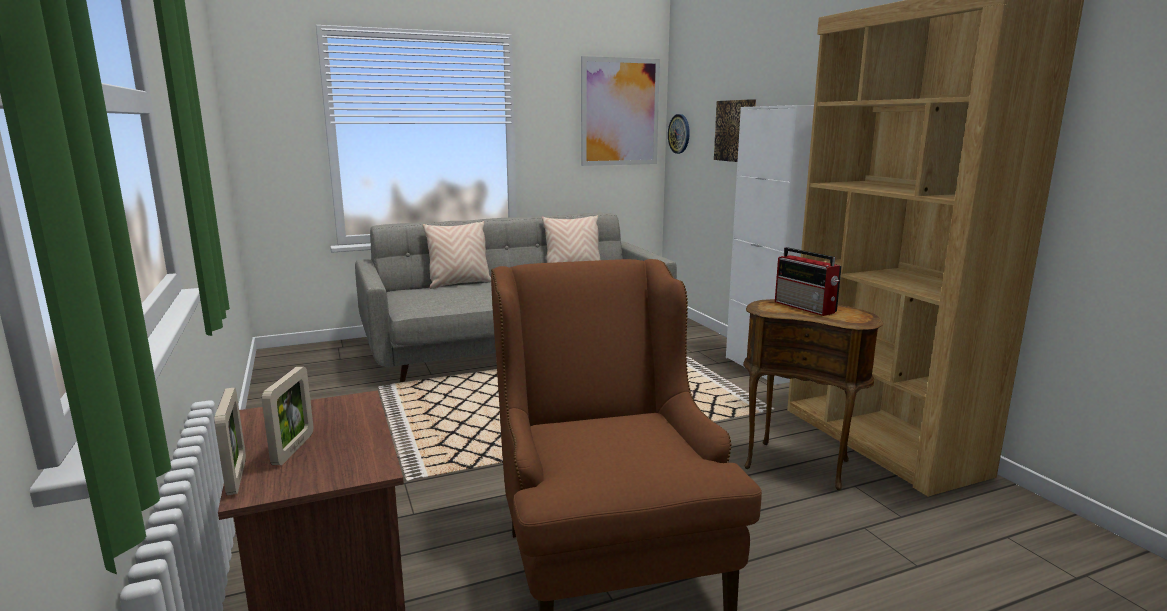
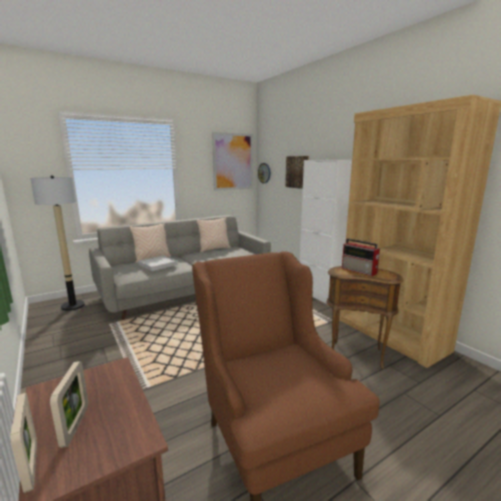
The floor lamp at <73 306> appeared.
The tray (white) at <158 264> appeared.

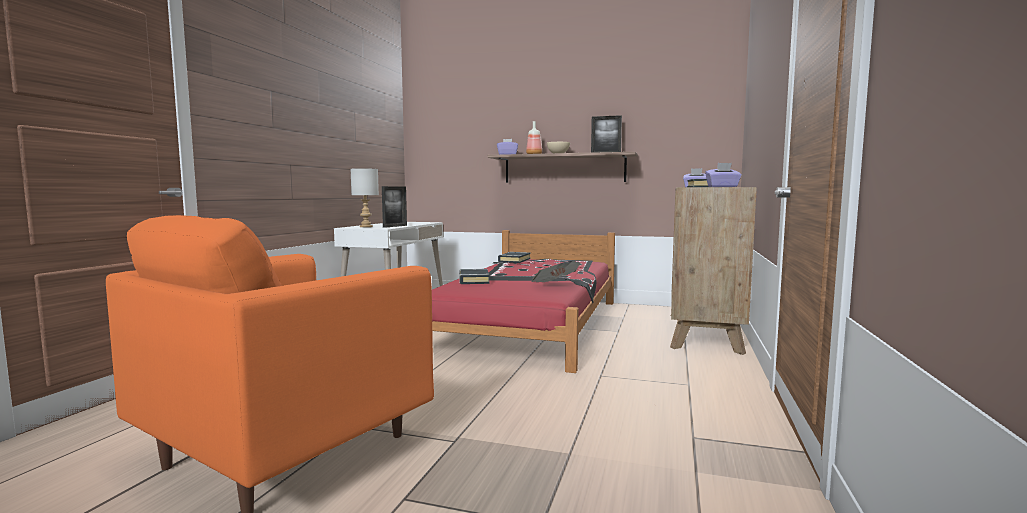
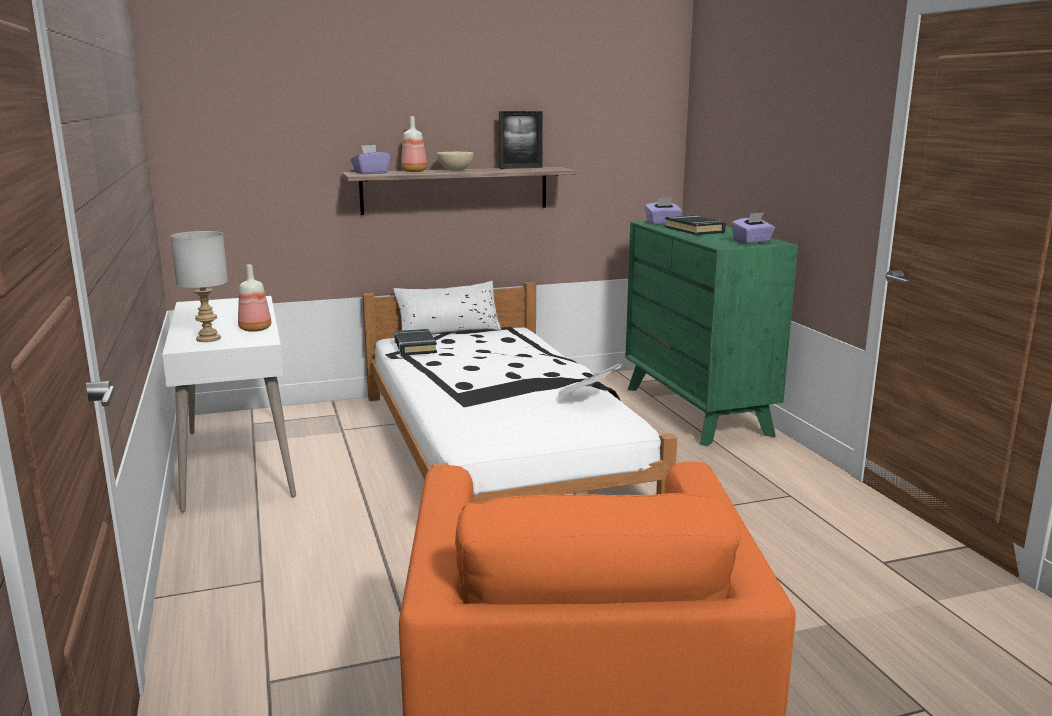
The picture frame at <395 226> was replaced by the bottle at <254 329>.
The bed (red) at <530 324> became the bed (white) at <496 447>.
The book (black) at <473 280> disappeared.
The dresser (brown) at <703 332> became the dresser (green) at <696 410>.
The pillow (white) at <448 331> appeared.

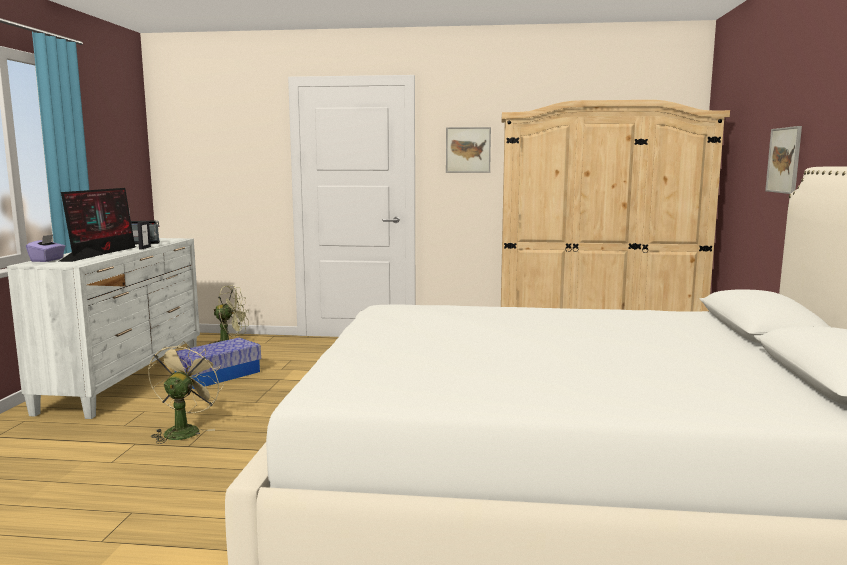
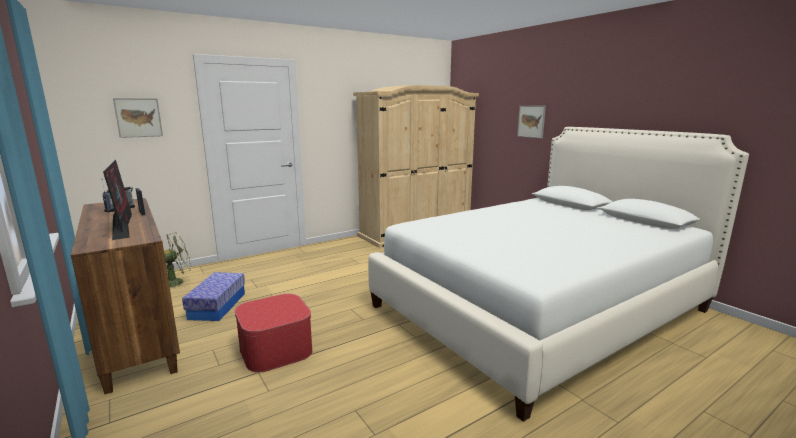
The dresser (white) at <126 379> became the dresser (brown) at <138 334>.
The tissue box (purple) at <47 260> disappeared.
The fan (beige) at <184 430> was replaced by the ottoman at <275 349>.
The picture moved from <468 150> to <138 117>.

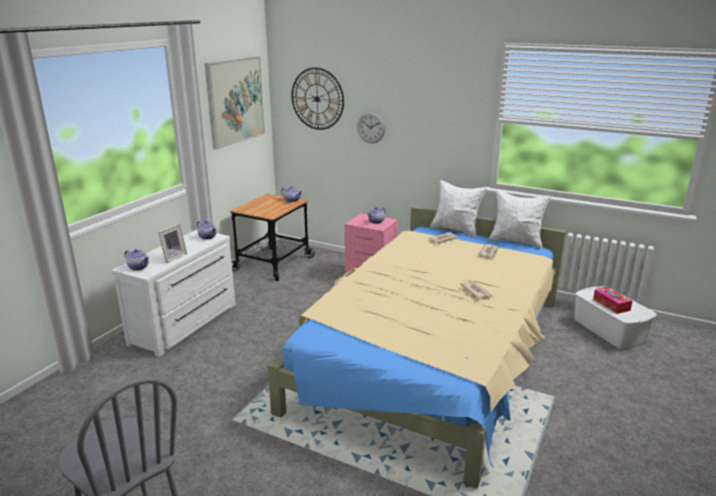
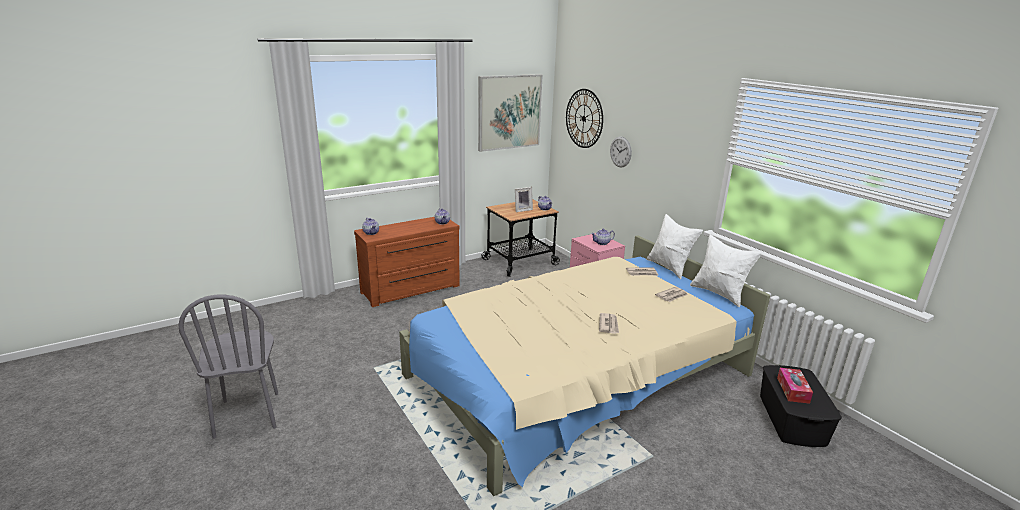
The dresser (white) at <186 324> became the dresser (brown) at <411 290>.
The picture frame moved from <173 257> to <522 210>.
The storage box (white) at <609 330> became the storage box (black) at <791 419>.

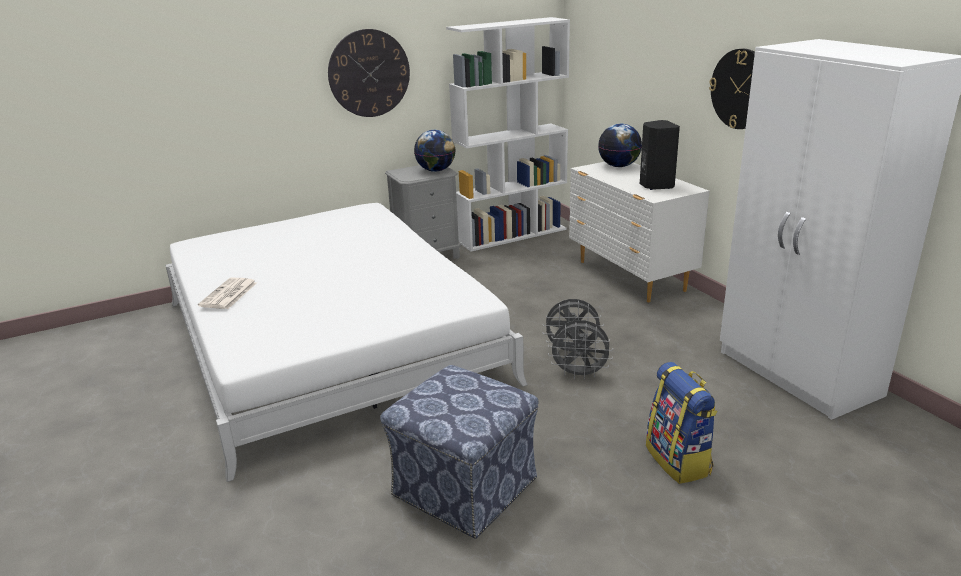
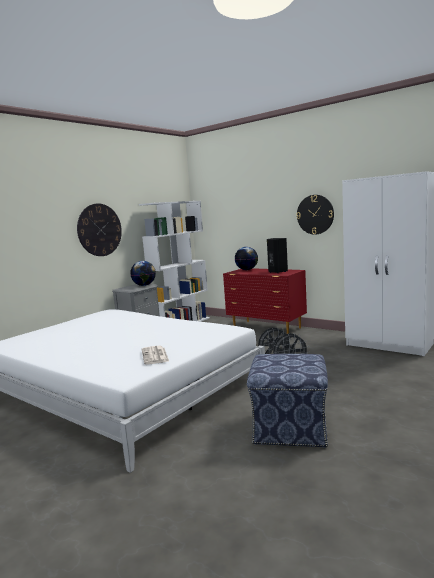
The newspaper moved from <228 295> to <155 356>.
The dresser (white) at <630 276> became the dresser (red) at <266 328>.
The backpack at <679 460> disappeared.

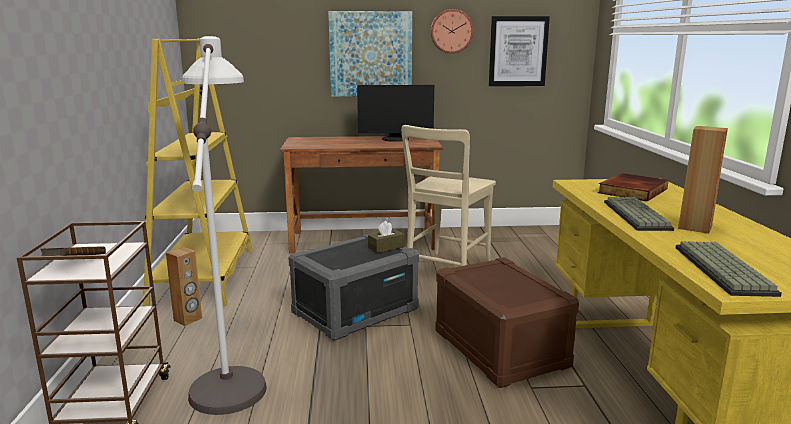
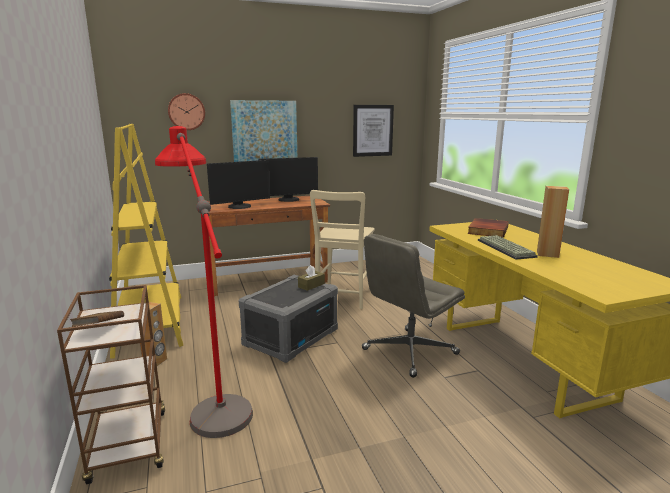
The floor lamp (white) at <231 363> became the floor lamp (red) at <212 393>.
The wall clock moved from <451 31> to <186 112>.
The storage box (brown) at <499 349> was replaced by the office chair (grey) at <409 352>.
The keyboard at <725 270> disappeared.
The monitor at <240 207> appeared.

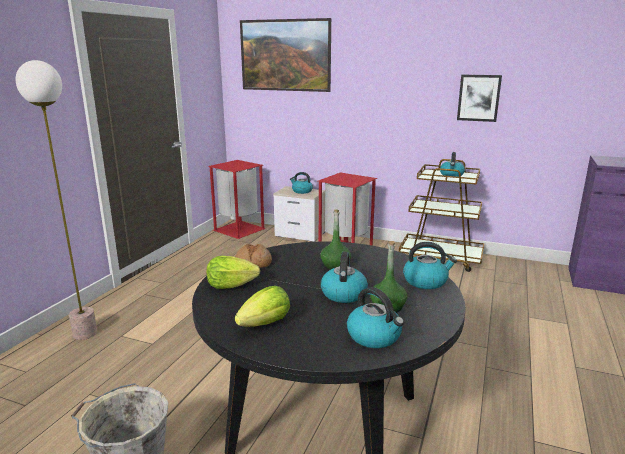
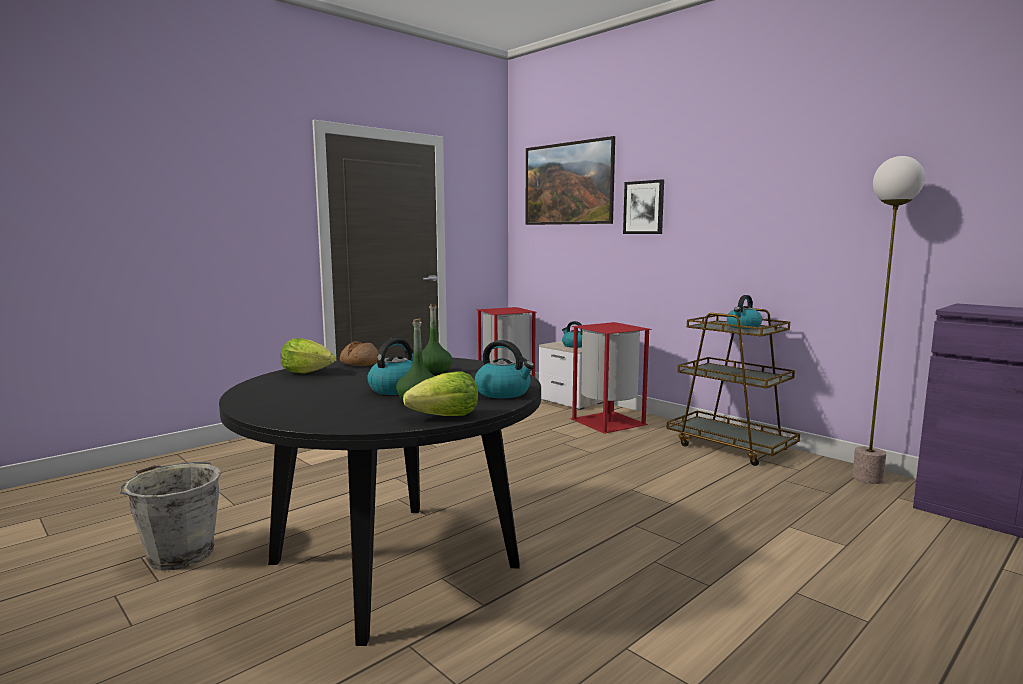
The floor lamp moved from <85 333> to <868 478>.
The lettuce moved from <265 324> to <446 417>.
The kettle at <375 336> disappeared.
The picture moved from <478 98> to <644 207>.

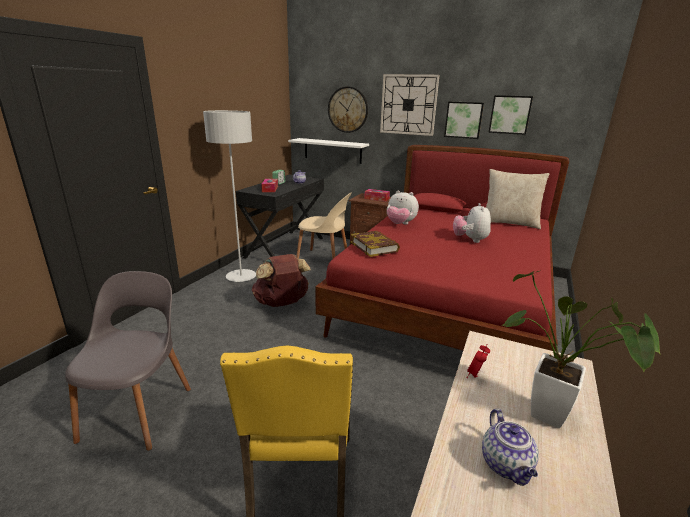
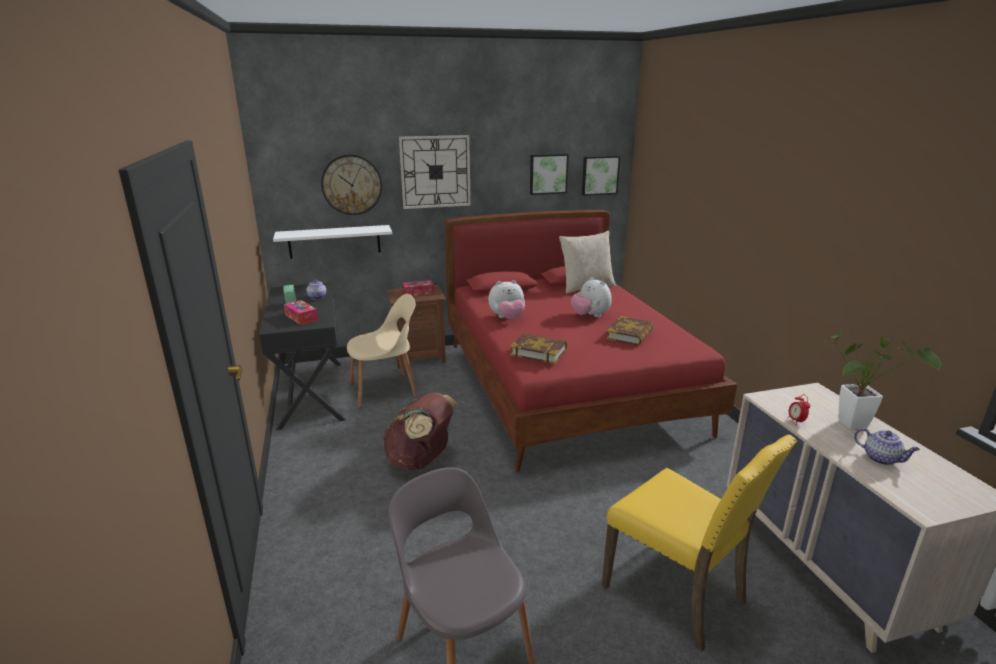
The floor lamp (grey) at <241 277> disappeared.
The picture moved from <463 120> to <599 175>.
The book at <630 335> appeared.

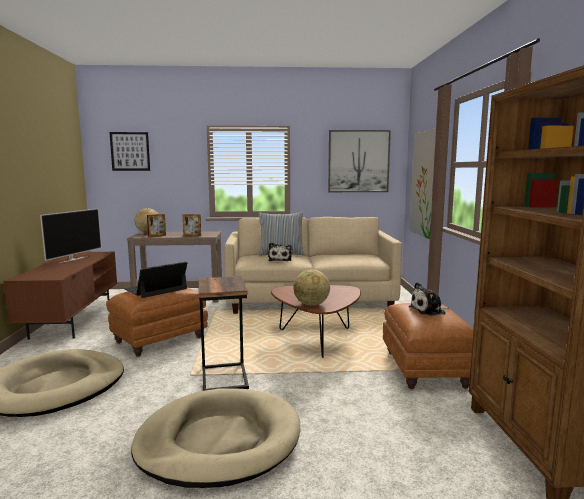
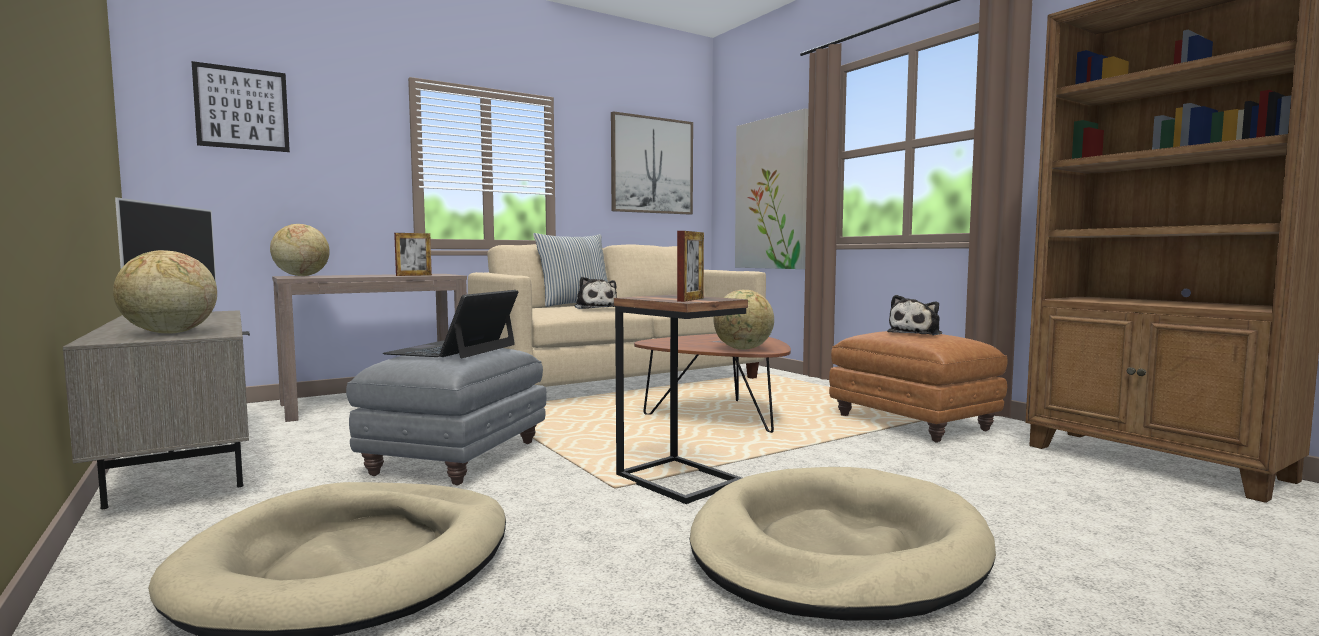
The tv stand (brown) at <72 321> became the tv stand (grey) at <181 464>.
The ottoman (brown) at <159 340> became the ottoman (grey) at <457 459>.
The picture frame moved from <157 236> to <690 299>.
The globe at <169 333> appeared.

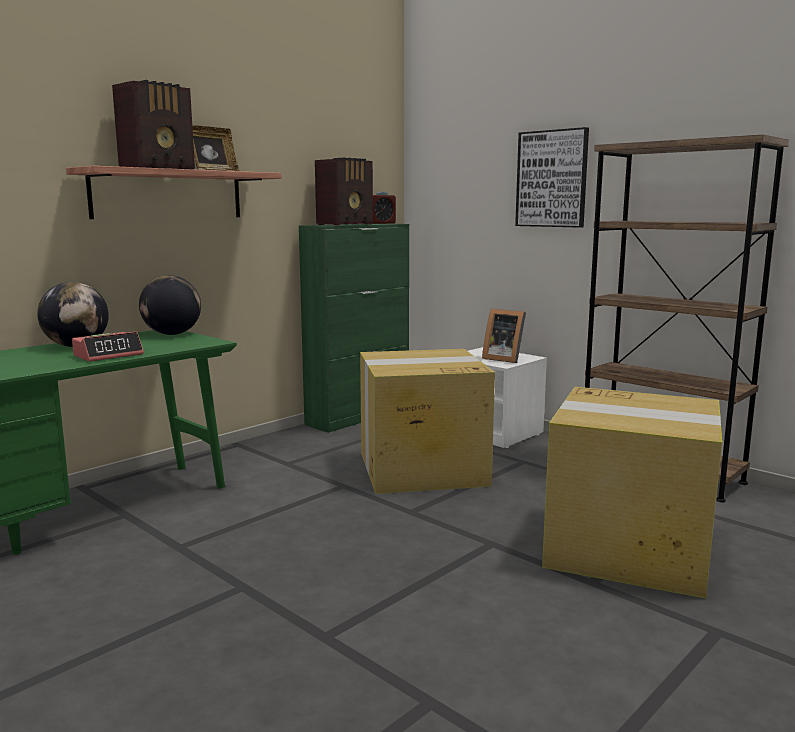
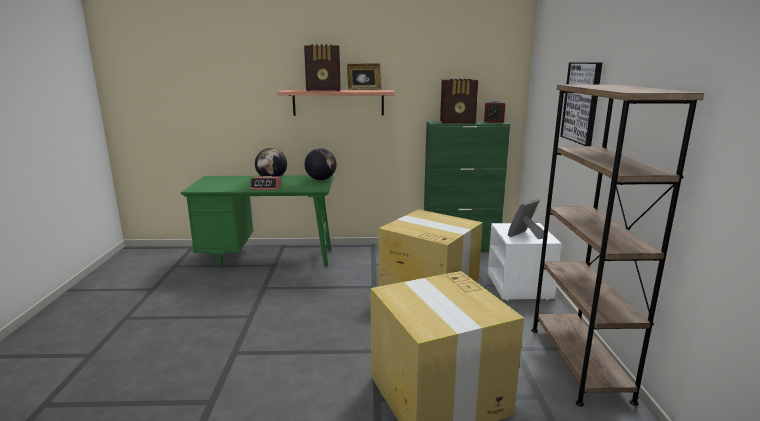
The picture frame at <503 359> turned 60 degrees clockwise.

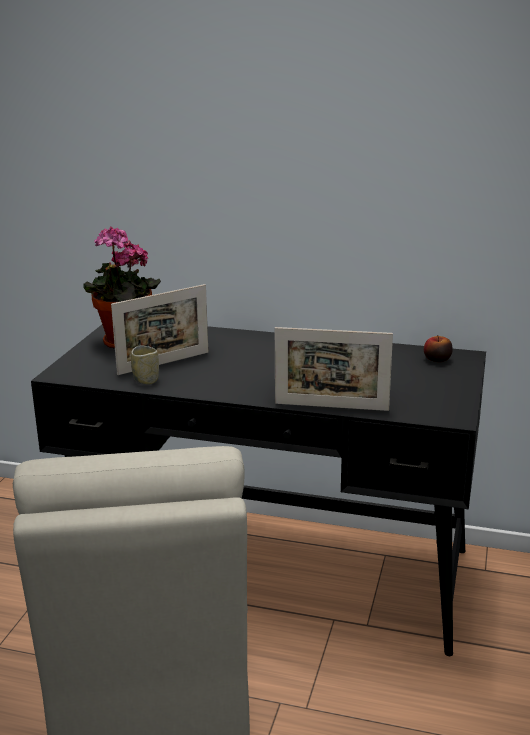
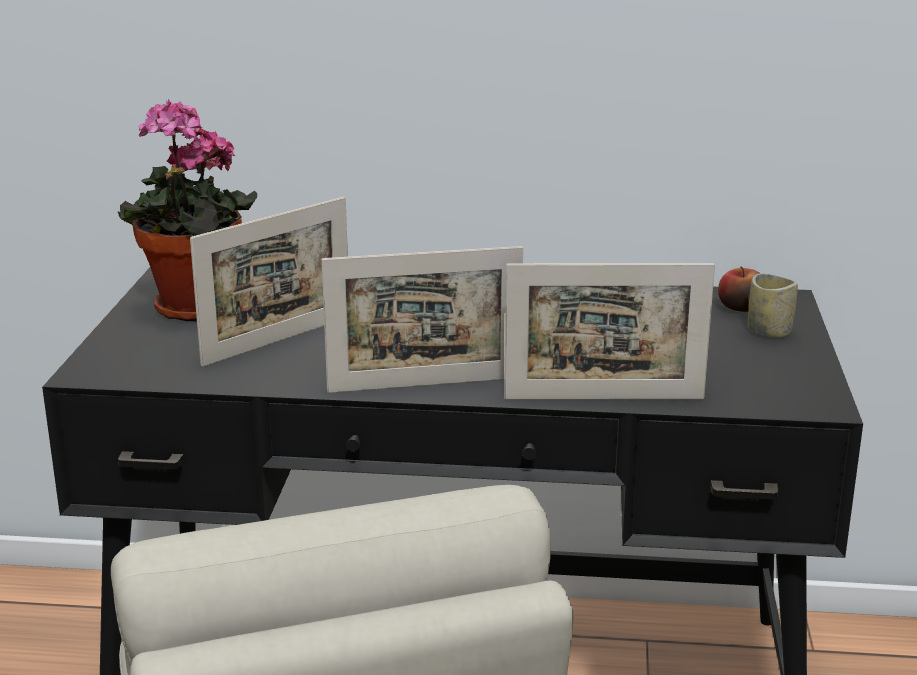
The cup moved from <146 380> to <769 331>.
The picture frame at <425 385> appeared.

